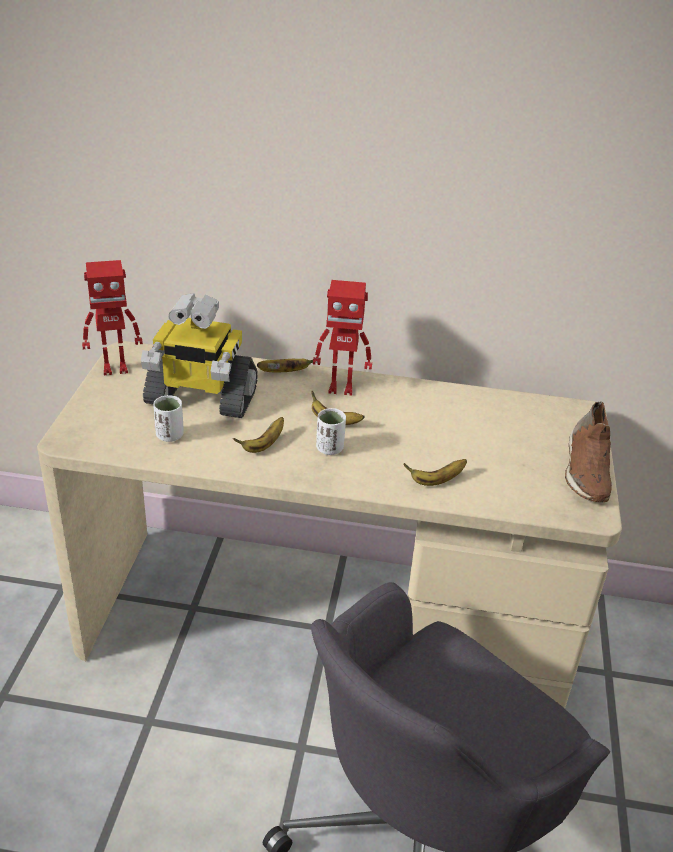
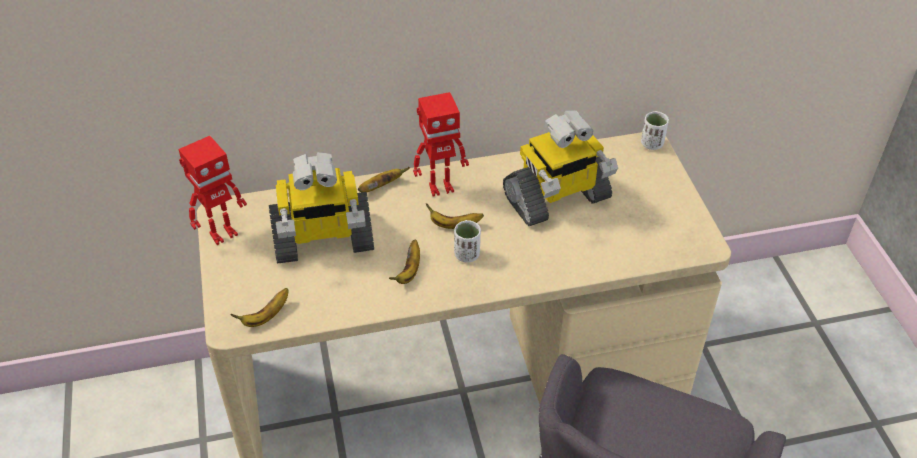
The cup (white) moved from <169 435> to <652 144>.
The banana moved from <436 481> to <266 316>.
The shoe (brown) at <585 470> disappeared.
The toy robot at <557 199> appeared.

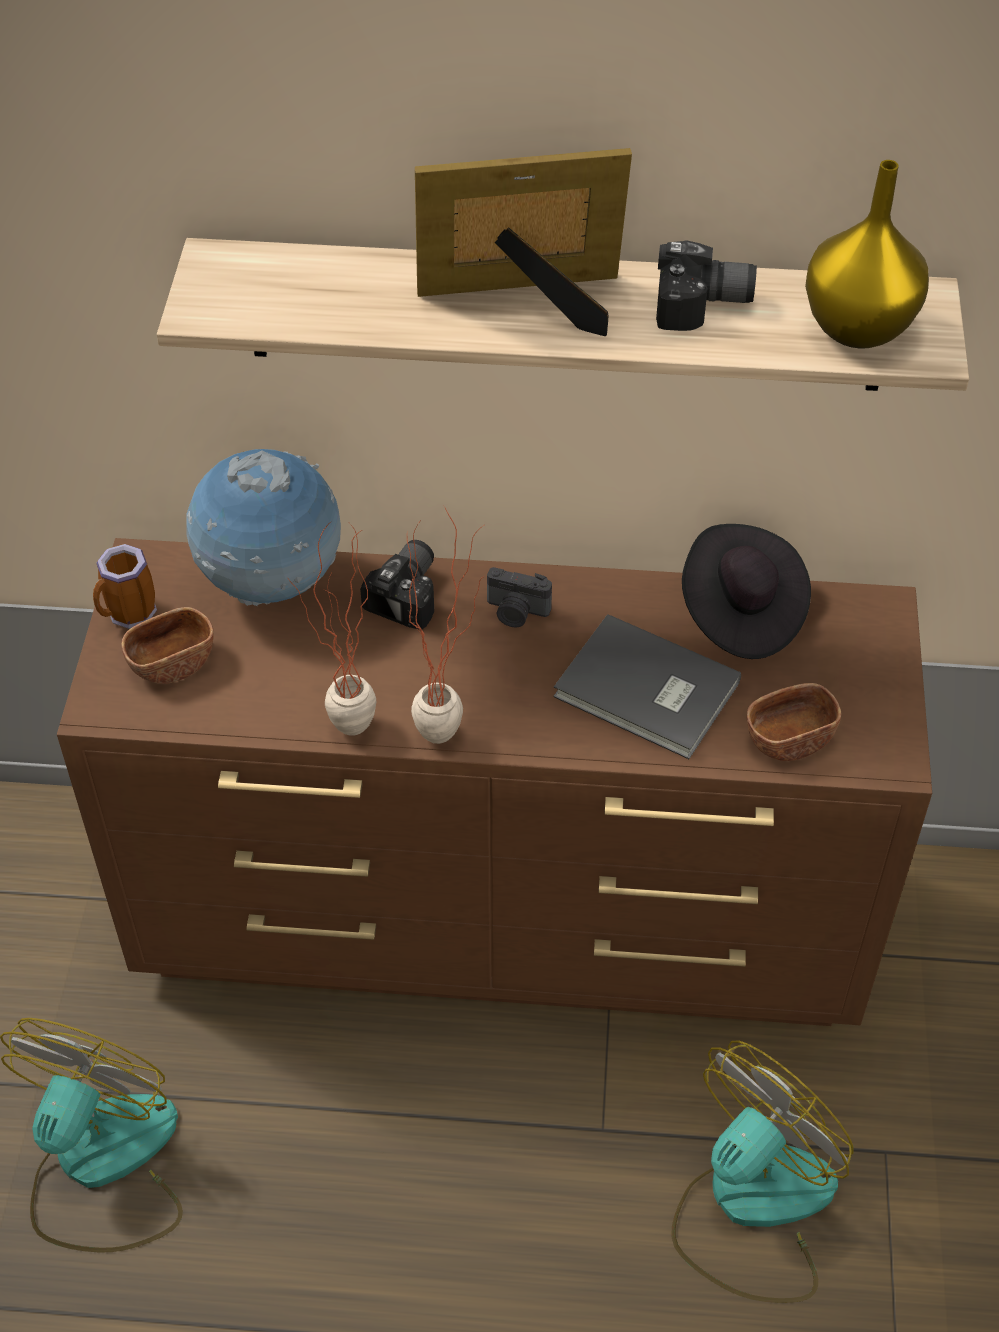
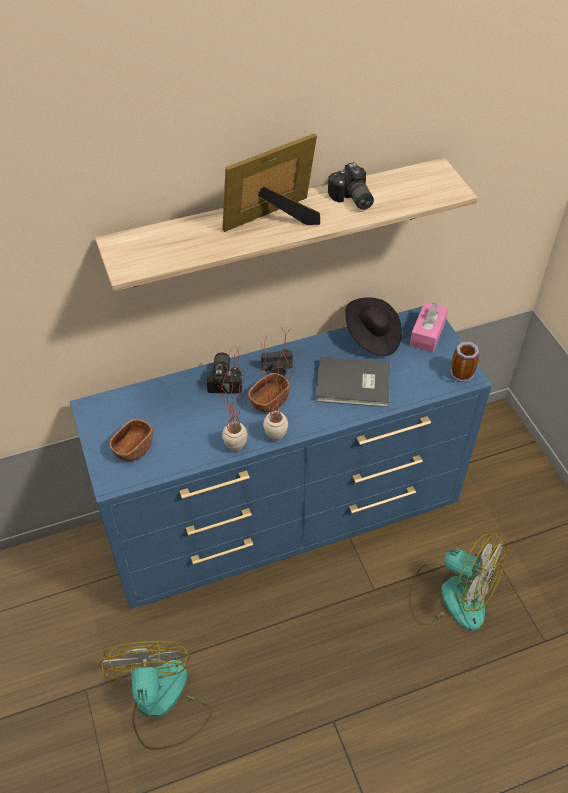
The dresser (brown) at <503 922> became the dresser (blue) at <285 518>.
The mug moved from <130 616> to <462 376>.
The globe at <271 584> disappeared.
The photo camera at <703 306> turned 90 degrees clockwise.
The fan at <751 1206> turned 105 degrees clockwise.
The bowl (brown) moved from <789 738> to <269 401>.
The vase (yellow) at <860 328> disappeared.
The tissue box (pink) at <427 333> appeared.

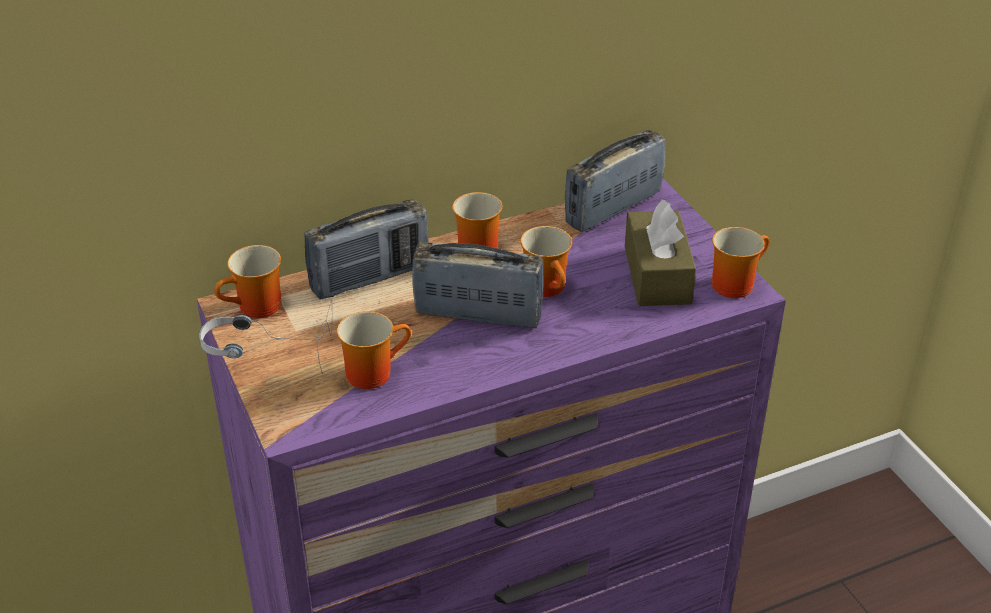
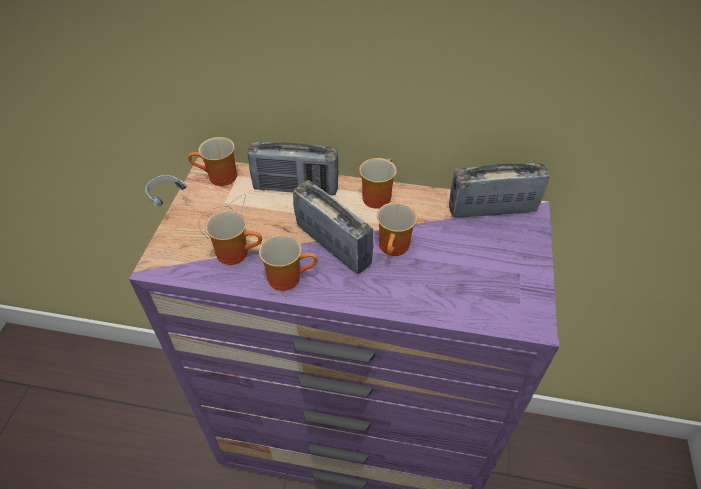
The tissue box (brown) at <657 274> disappeared.
The mug moved from <733 282> to <288 276>.

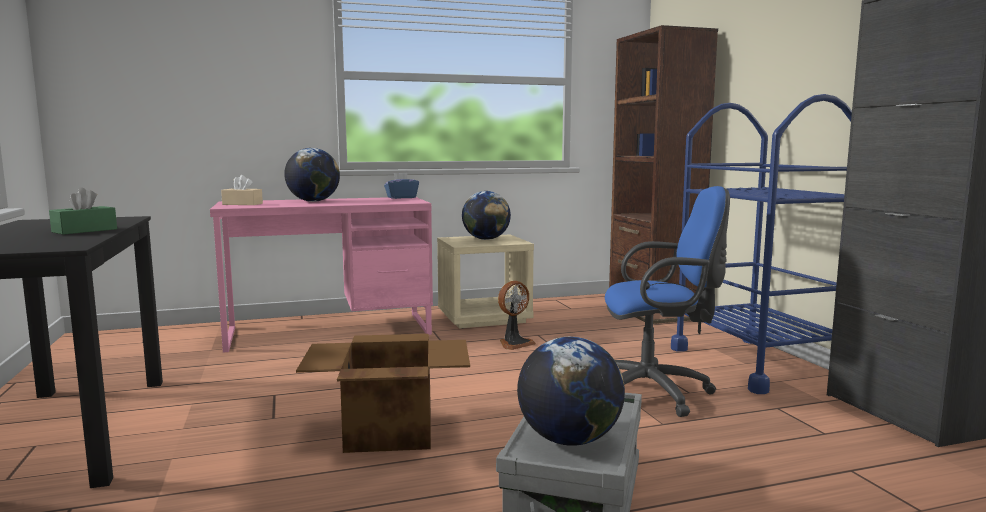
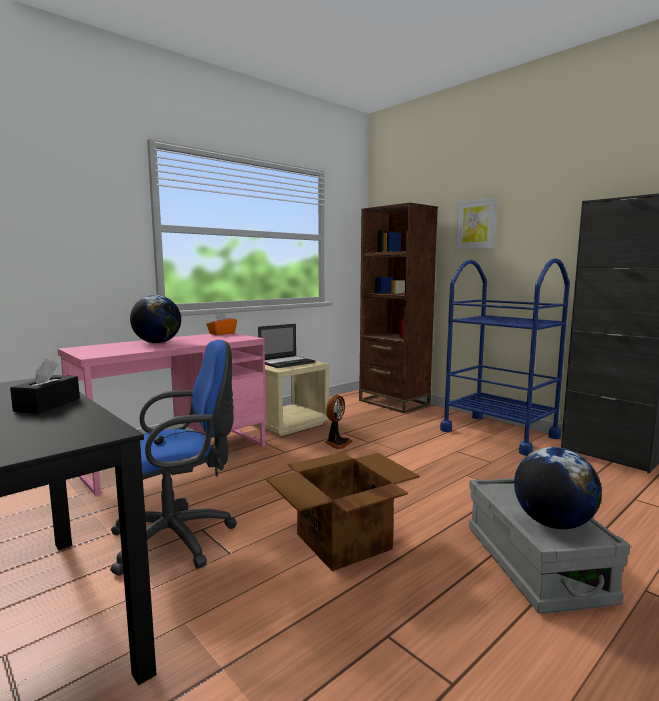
The tissue box (green) at <84 230> became the tissue box (black) at <48 404>.
The tissue box (beige) at <242 204> disappeared.
The tissue box (blue) at <401 197> became the tissue box (orange) at <222 333>.
The globe at <486 239> was replaced by the laptop at <287 362>.
The office chair (blue) moved from <655 393> to <179 538>.
The picture at <476 224> appeared.

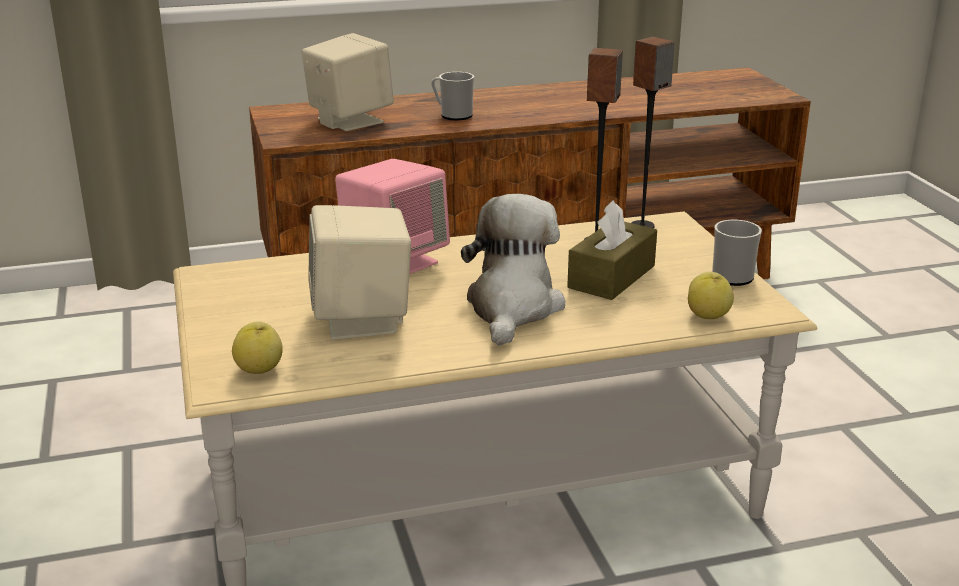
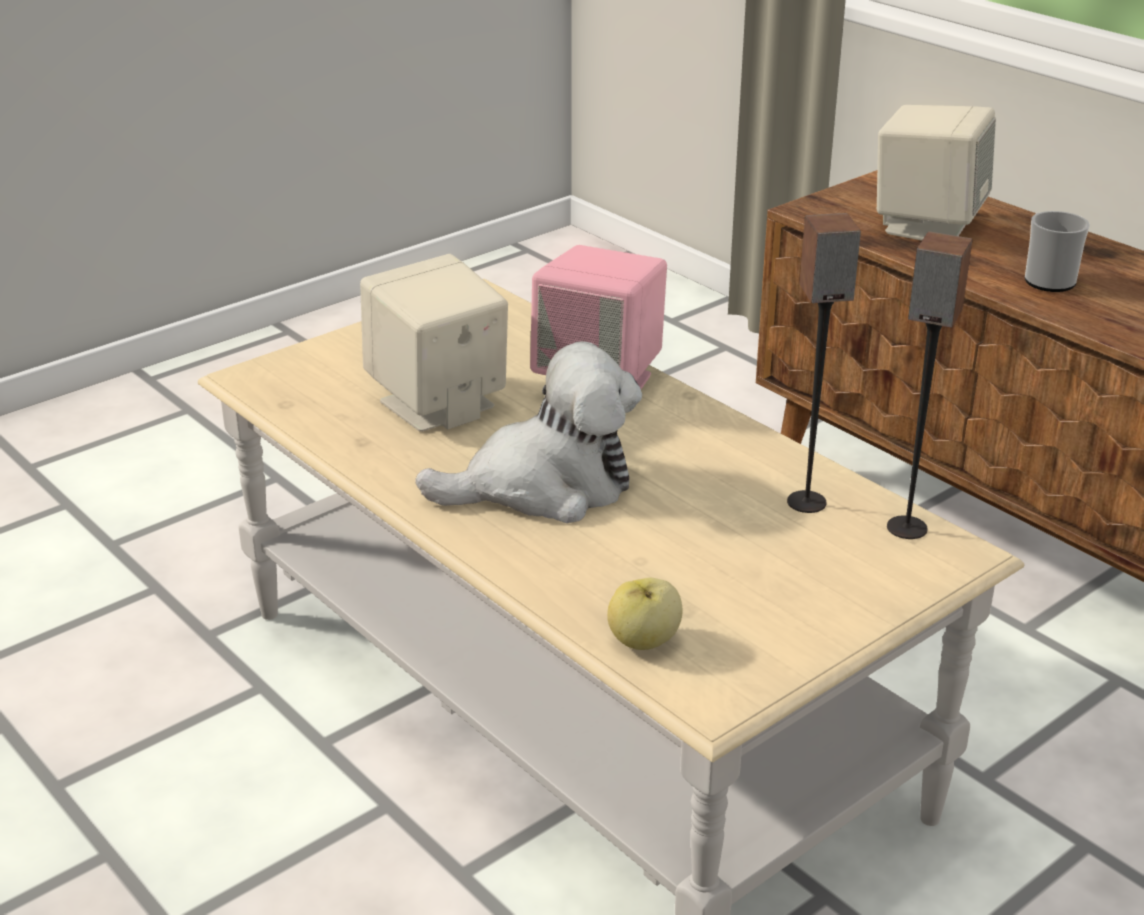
The apple at <260 369> disappeared.
The tissue box (brown) at <611 277> disappeared.
The mug at <733 274> disappeared.

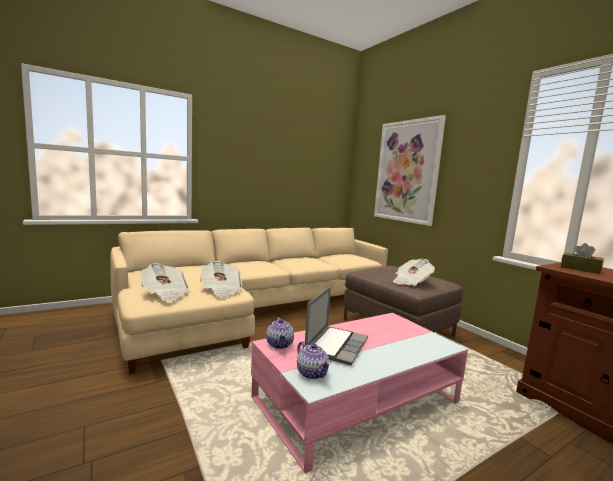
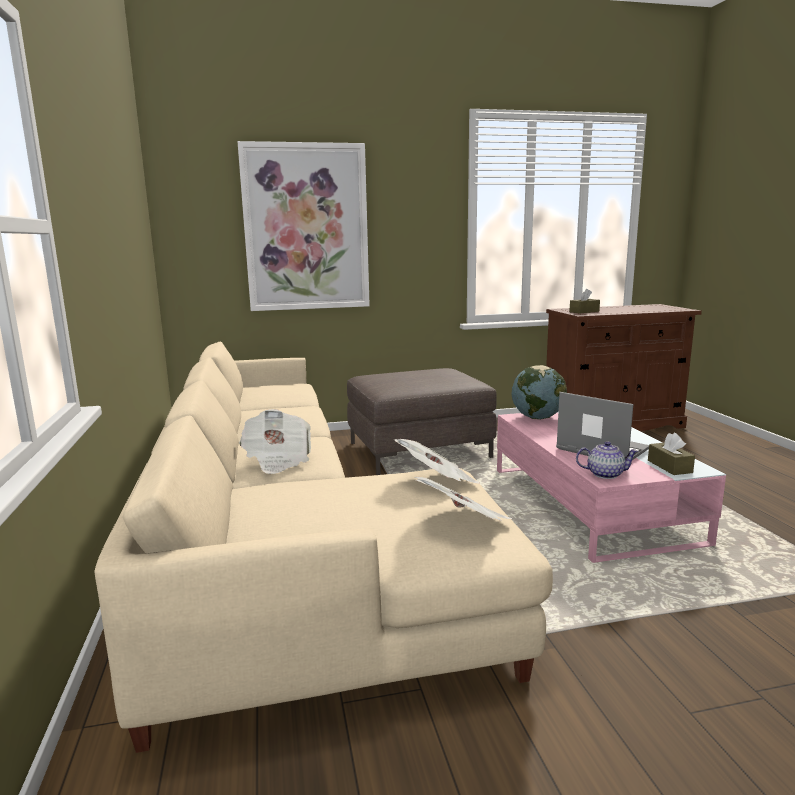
The teapot at <312 373> was replaced by the tissue box (brown) at <669 466>.
The newspaper moved from <411 282> to <277 460>.
The globe at <537 418> appeared.

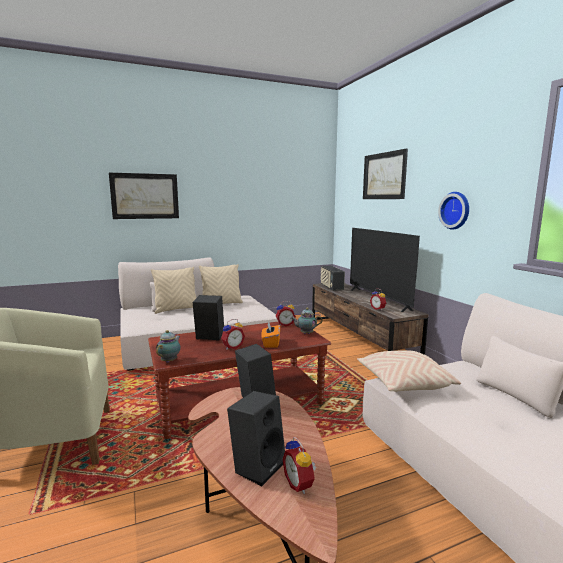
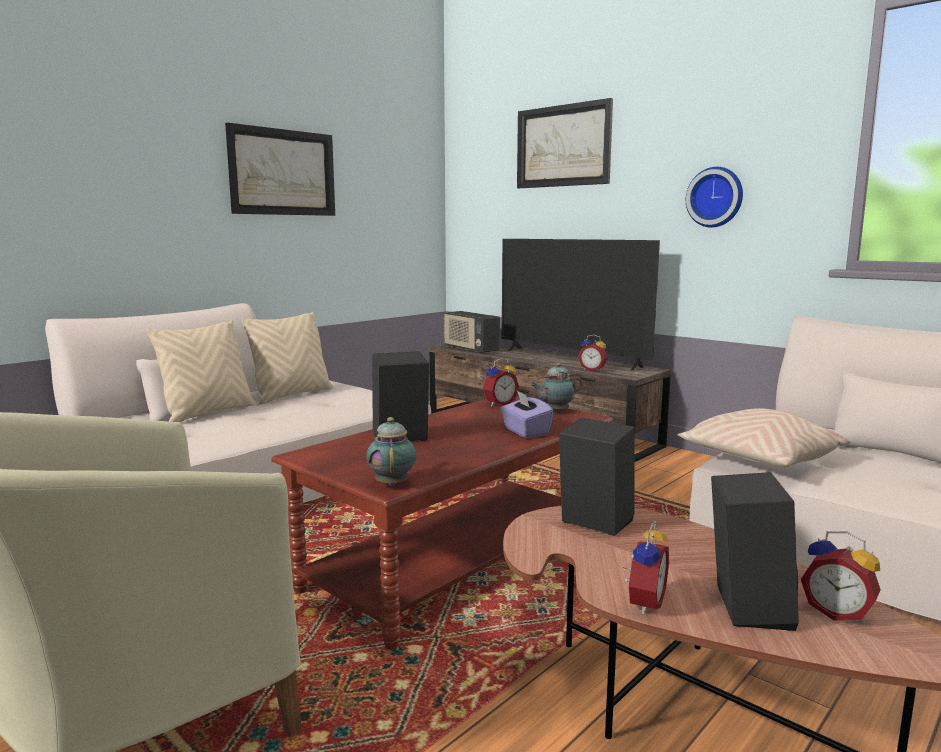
The picture moved from <145 196> to <282 172>.
The alarm clock moved from <232 347> to <642 603>.
The tissue box (orange) at <271 343> became the tissue box (purple) at <525 432>.

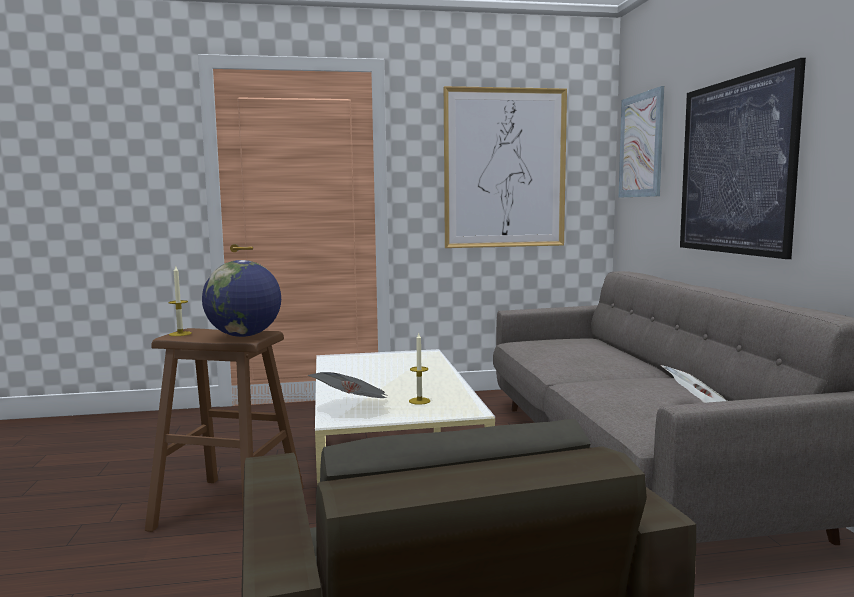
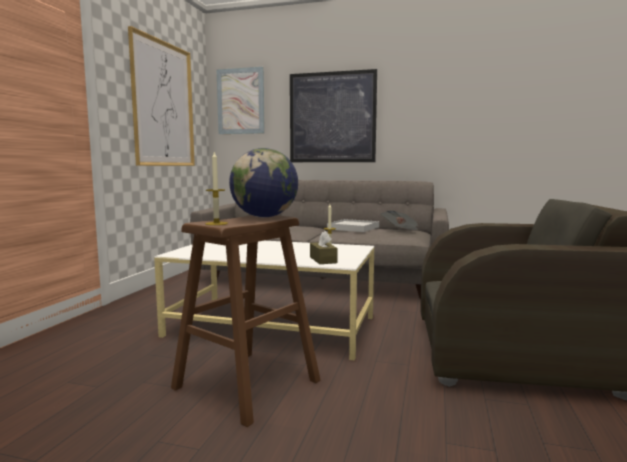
The newspaper at <353 407> was replaced by the tissue box (brown) at <323 260>.
The tray (white) at <353 228> appeared.

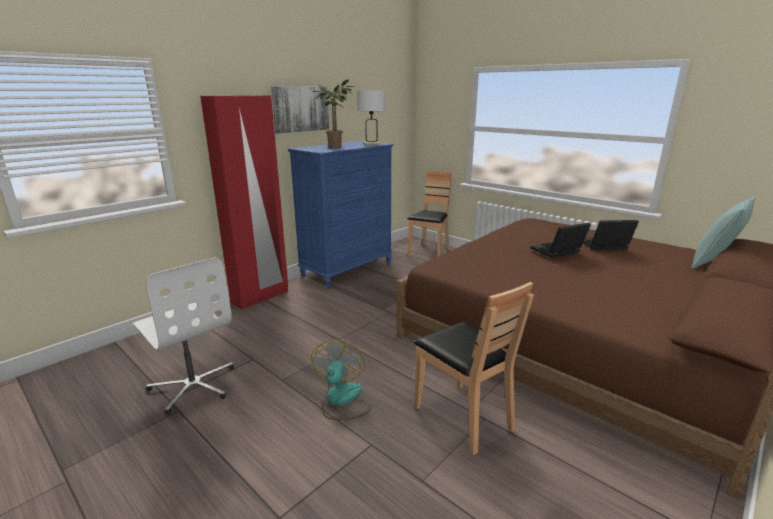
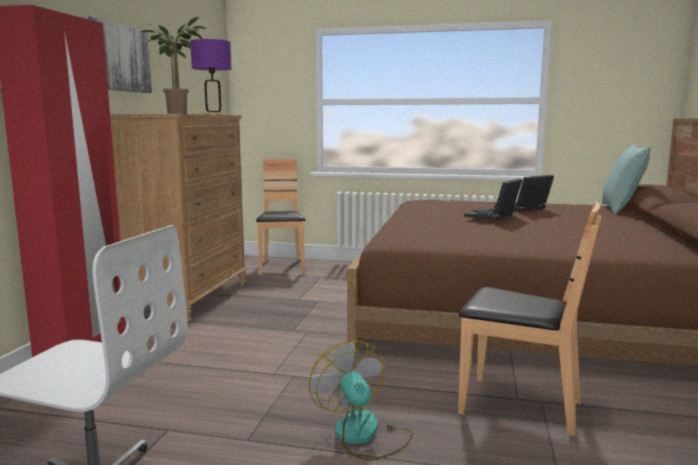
The dresser (blue) at <347 269> became the dresser (brown) at <191 300>.
The table lamp (white) at <371 144> became the table lamp (purple) at <213 114>.

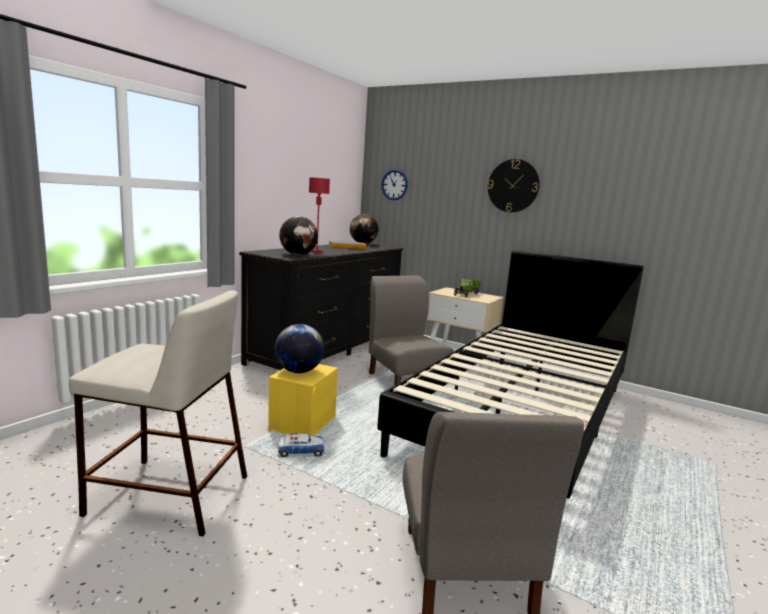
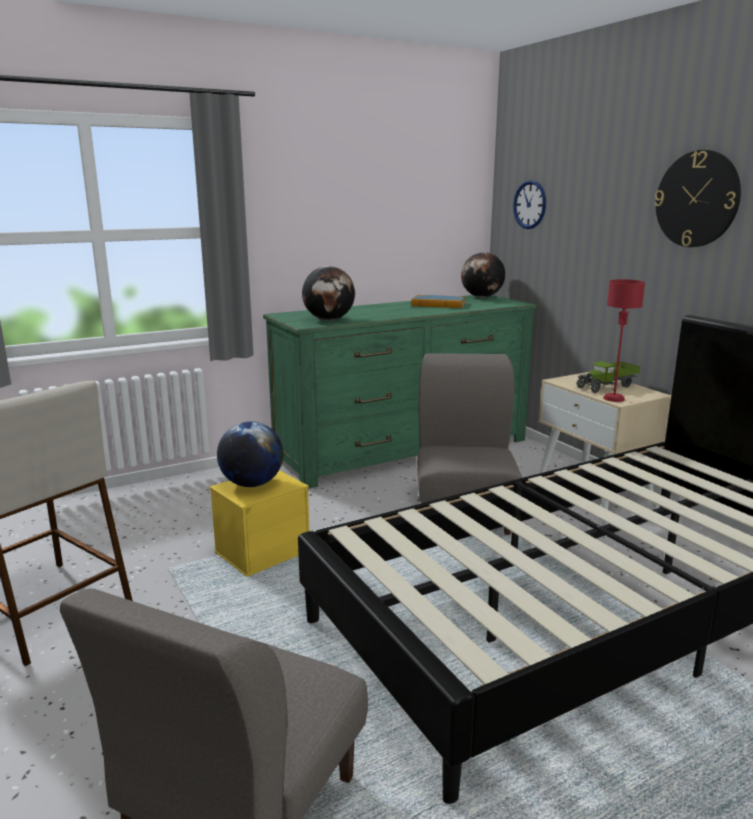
The dresser (black) at <327 348> became the dresser (green) at <403 449>.
The toy car at <301 451> disappeared.
The table lamp (red) moved from <317 252> to <614 399>.

